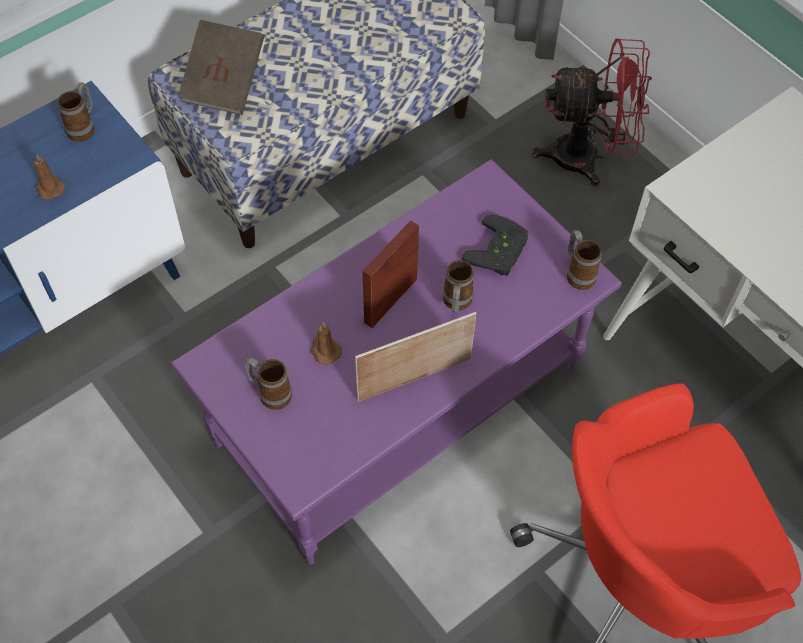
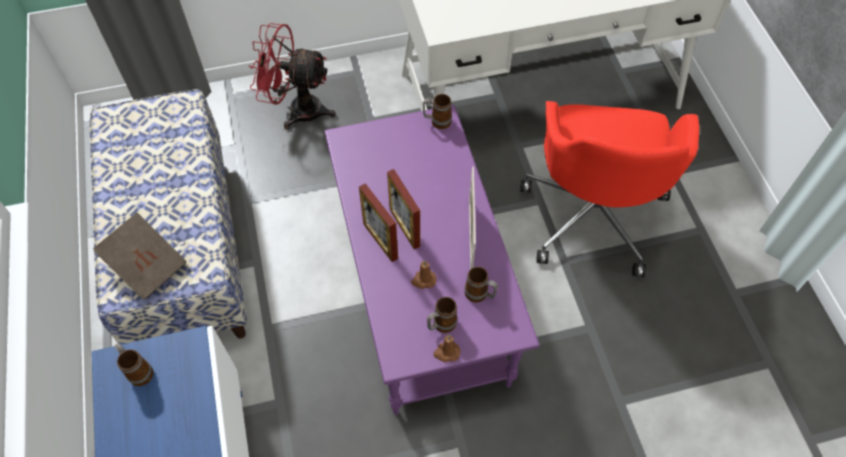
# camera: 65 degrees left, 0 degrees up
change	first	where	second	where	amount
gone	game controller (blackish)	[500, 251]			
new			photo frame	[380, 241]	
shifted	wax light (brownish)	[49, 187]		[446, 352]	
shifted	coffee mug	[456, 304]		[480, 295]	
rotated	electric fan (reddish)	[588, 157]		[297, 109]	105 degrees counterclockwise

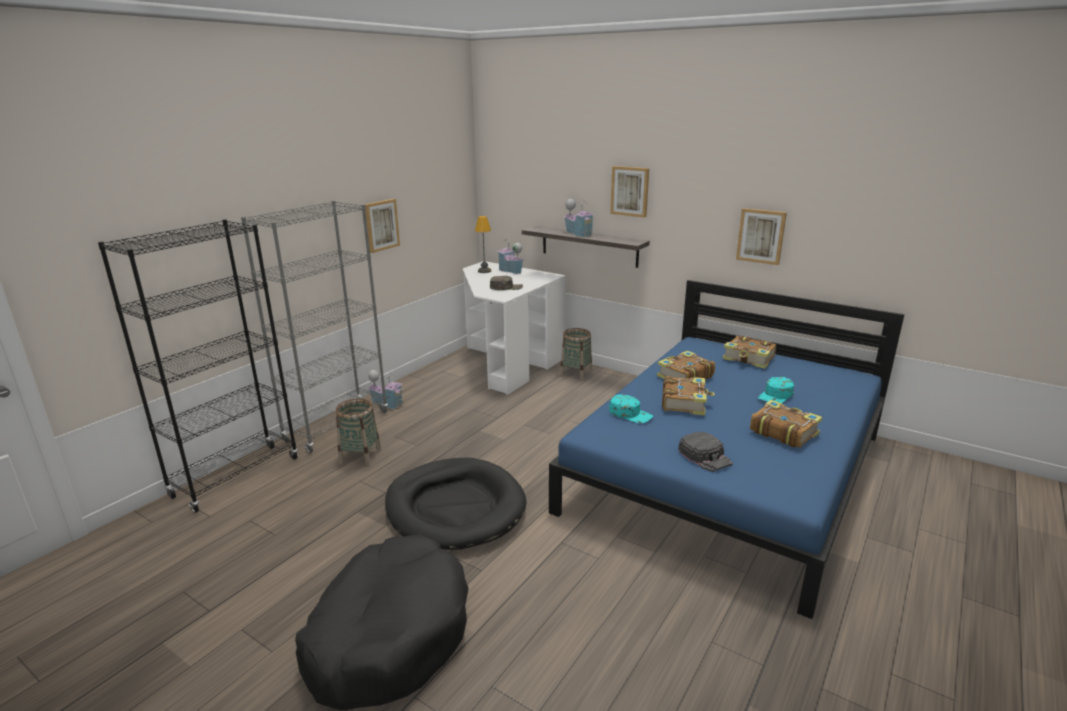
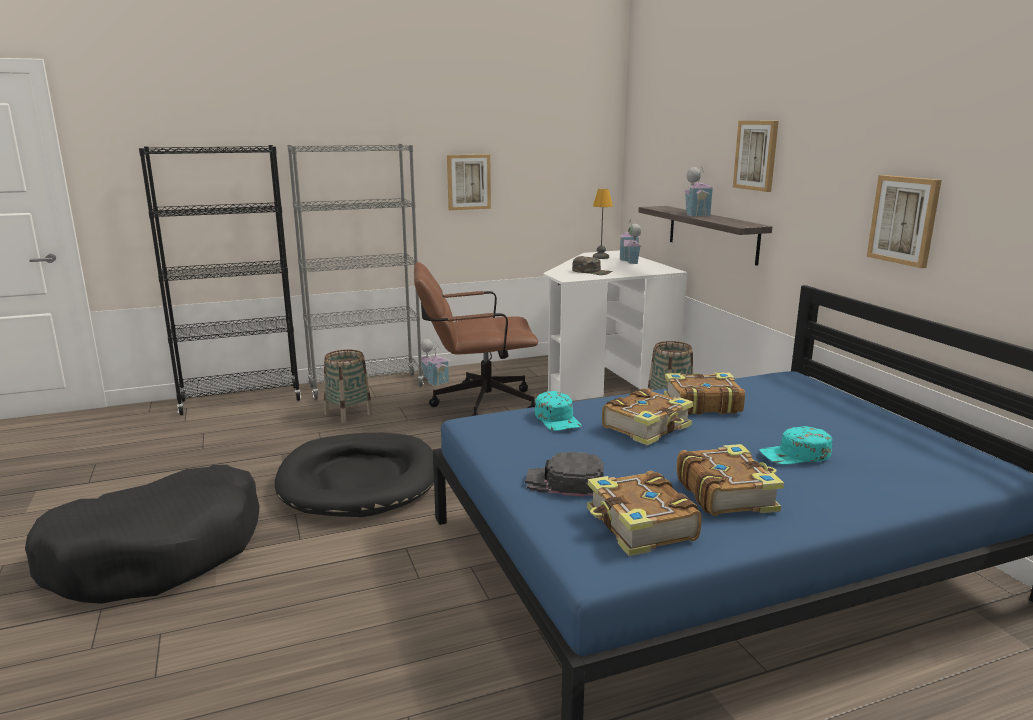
# camera: 35 degrees right, 5 degrees down
change	first	where	second	where	amount
new			desk chair (brownish)	[475, 404]	
shifted	volume	[749, 359]		[640, 526]	
rotated	peaked cap (blackish)	[705, 456]		[565, 482]	90 degrees clockwise

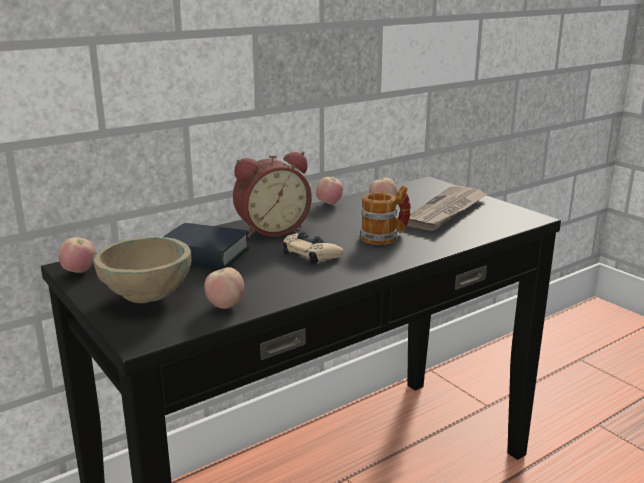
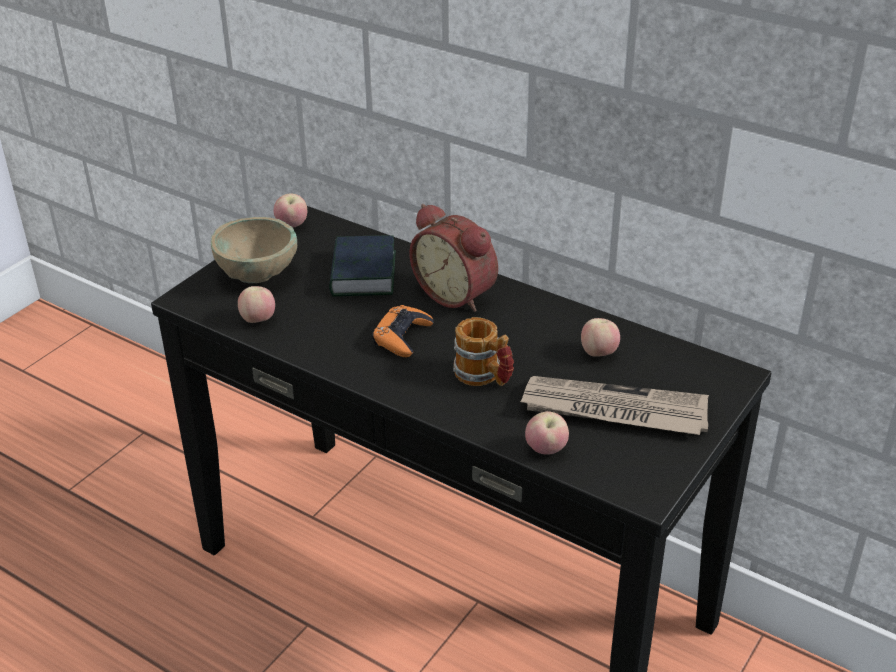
# camera: 70 degrees right, 15 degrees up
change	first	where	second	where	amount
shifted	apple	[329, 204]		[546, 450]	
repainted	game controller (sand-coloured)	[311, 254]	game controller (orangey)	[402, 337]	

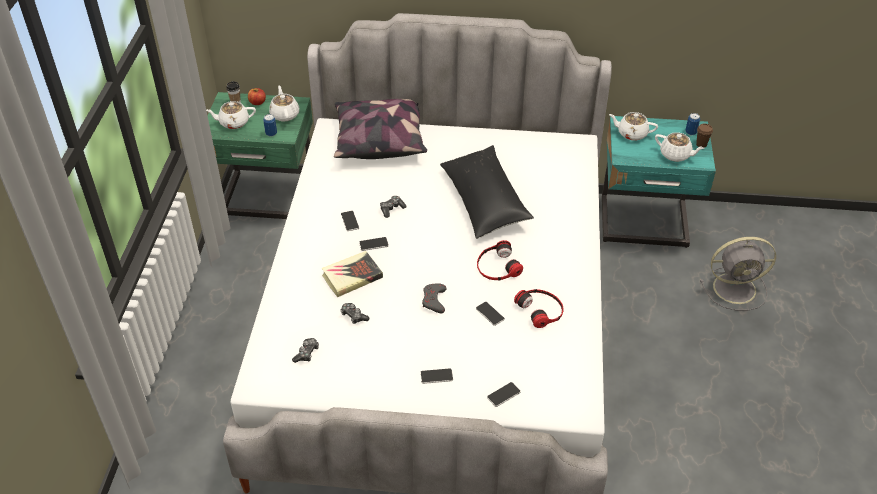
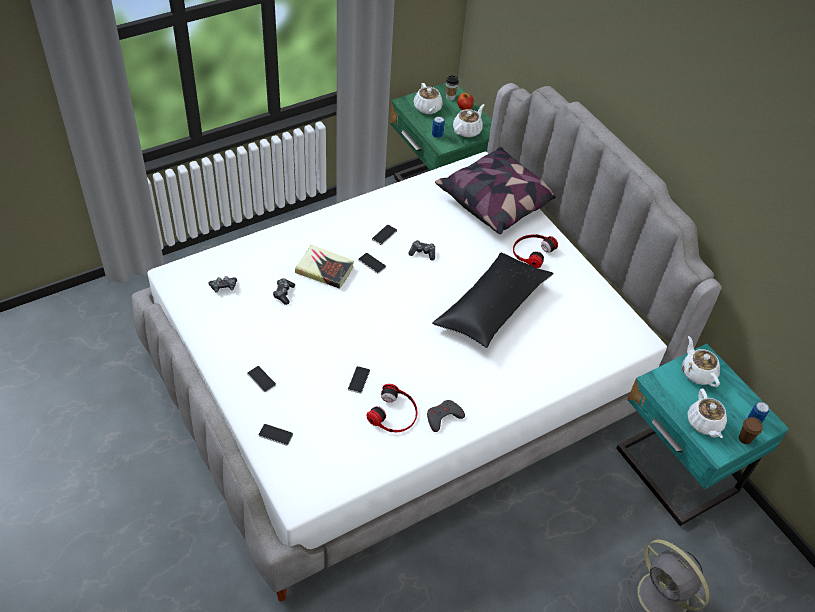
# camera: 50 degrees right, 5 degrees up
change	first	where	second	where	amount
shifted	game controller (gray)	[434, 300]		[443, 417]	
shifted	headset	[497, 266]		[532, 252]	
rotated	pot for tea (white)	[233, 123]		[427, 108]	150 degrees counterclockwise

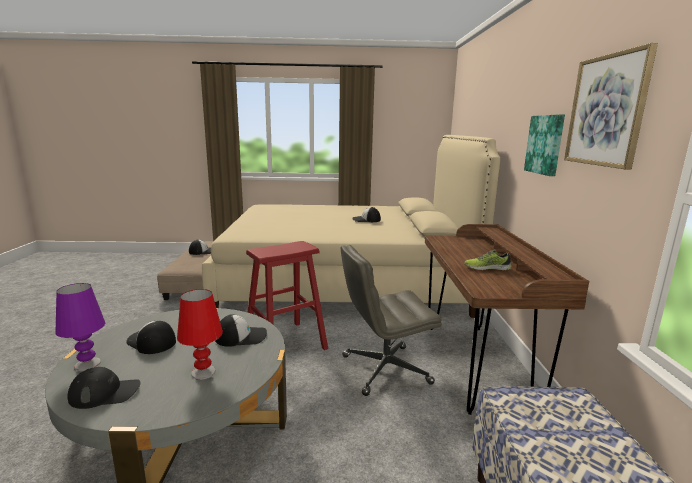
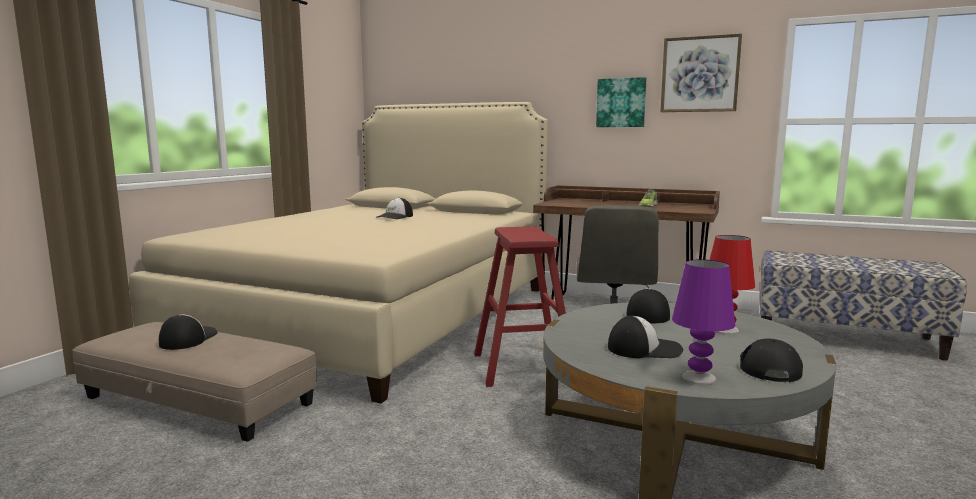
# camera: 65 degrees left, 5 degrees down
change	first	where	second	where	amount
rotated	peaked cap	[151, 342]		[644, 349]	150 degrees counterclockwise

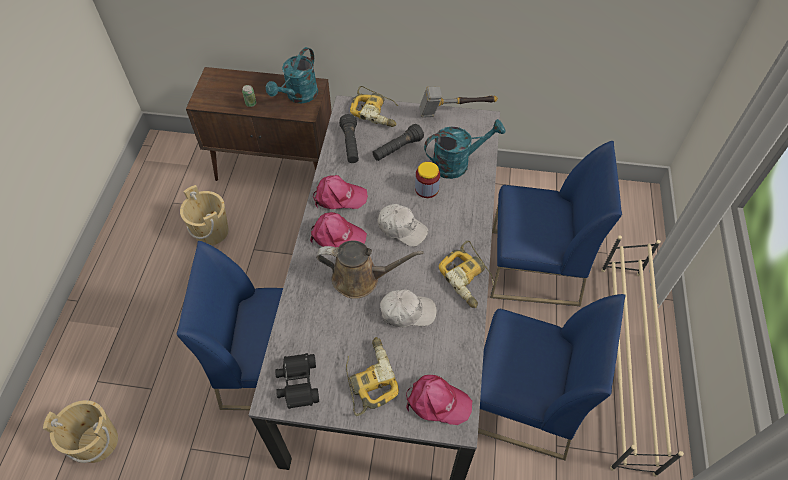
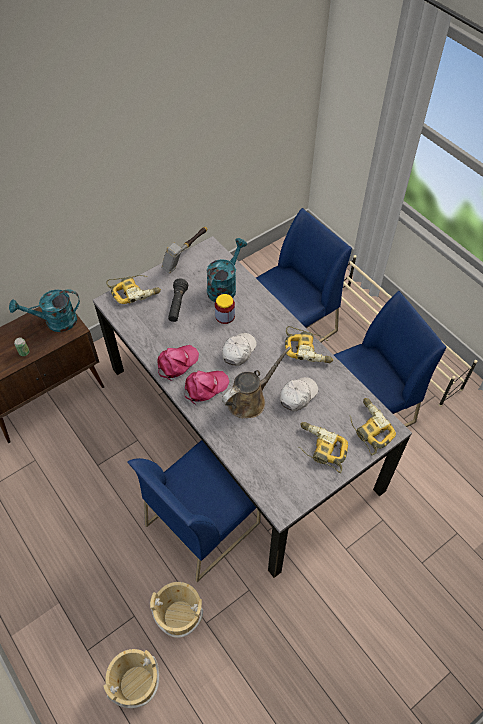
# camera: 45 degrees left, 0 degrees up
change	first	where	second	where	amount
gone	field glasses (blackish)	[298, 383]			
gone	torch (blackish)	[350, 145]			
shifted	pail (sand-coloured)	[211, 231]		[180, 617]	
swapped	peaked cap (pinkish)	[437, 402]	electric drill	[368, 428]	
rotated	watering pot (turquoise)	[298, 96]		[55, 322]	90 degrees clockwise
rotated	peaked cap (white)	[402, 228]		[238, 351]	45 degrees counterclockwise

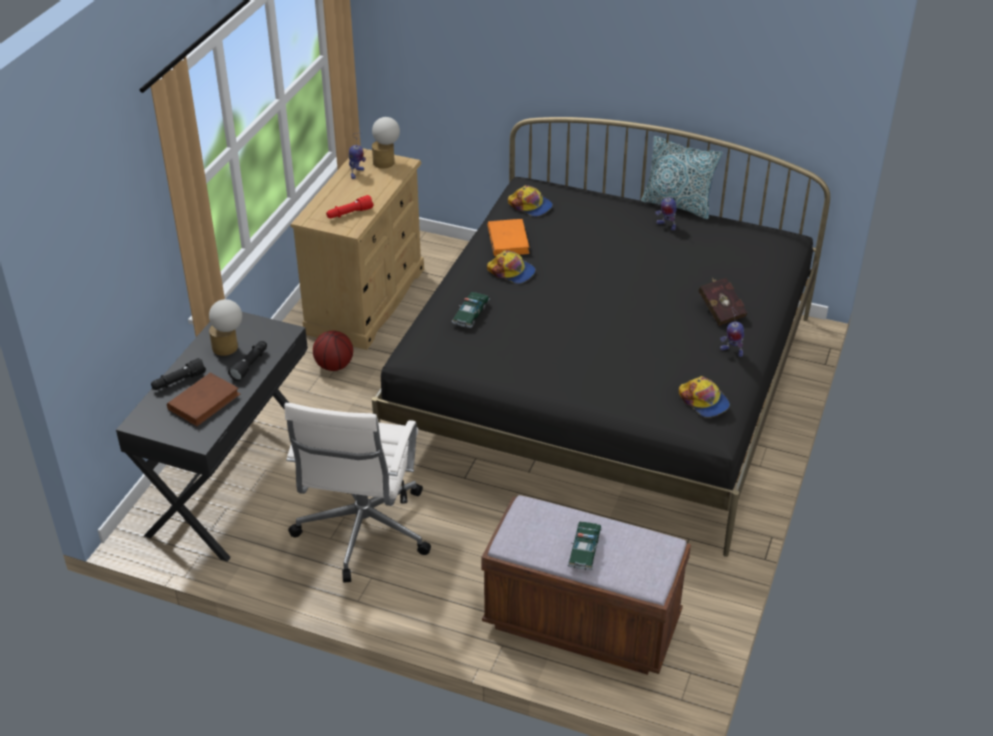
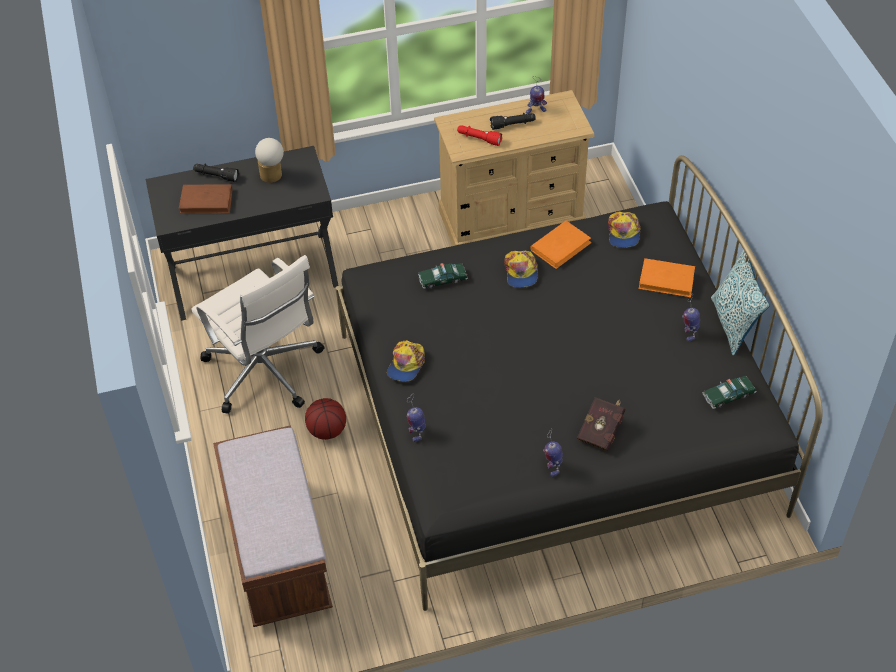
# camera: 55 degrees right, 10 degrees up
change	first	where	second	where	amount
gone	tabletop lamp	[386, 161]			
new			toy robot	[417, 431]	
new			volume (orangey)	[667, 280]	
shifted	torch (blackish)	[250, 365]		[513, 125]	
shifted	ball for basketball	[334, 365]		[327, 430]	
shifted	model car	[584, 550]		[728, 395]	
shifted	peaked cap	[704, 401]		[406, 364]	
rotated	desk chair (white)	[362, 532]		[265, 373]	105 degrees counterclockwise

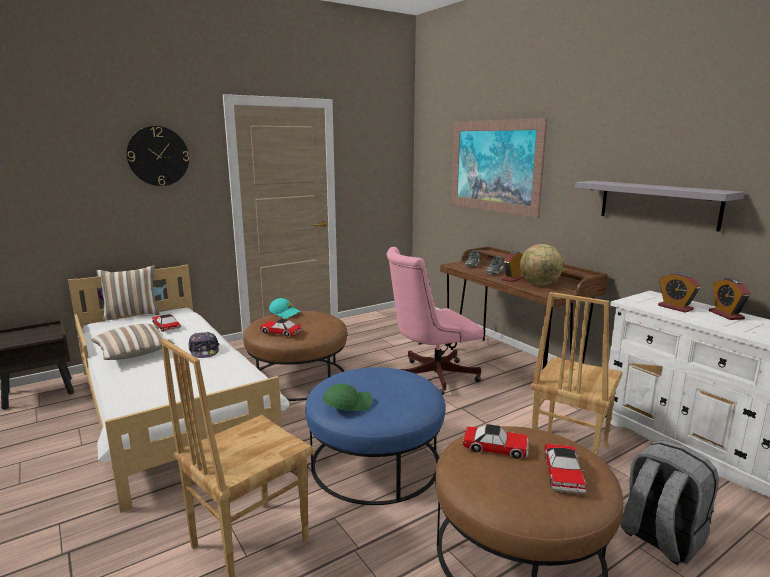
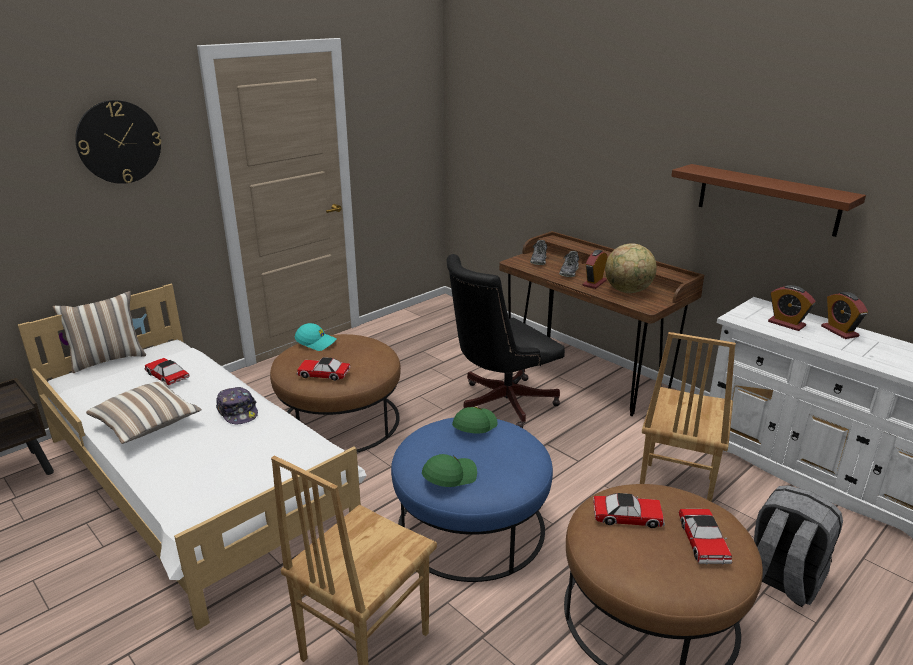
# camera: 10 degrees left, 10 degrees up
change	first	where	second	where	amount
gone	picture	[494, 166]			
new			peaked cap (green)	[474, 426]	
repainted	desk chair (pinkish)	[430, 376]	desk chair (blackish)	[500, 403]	
repainted	bracket shelf (gray)	[658, 204]	bracket shelf (brownish)	[767, 199]	

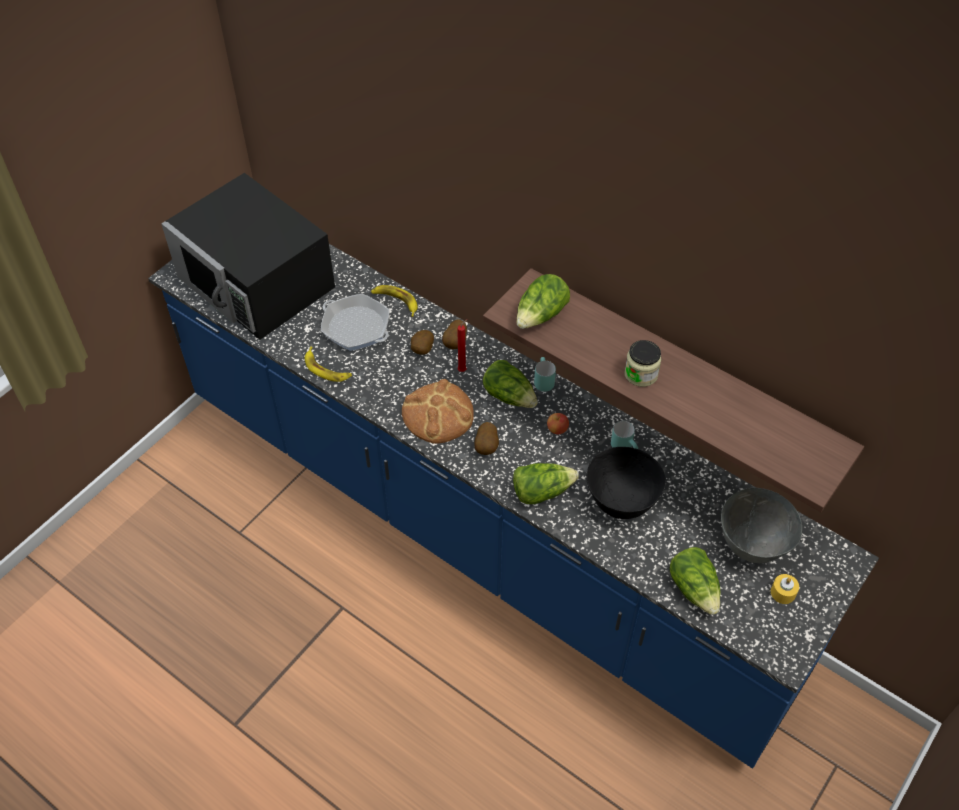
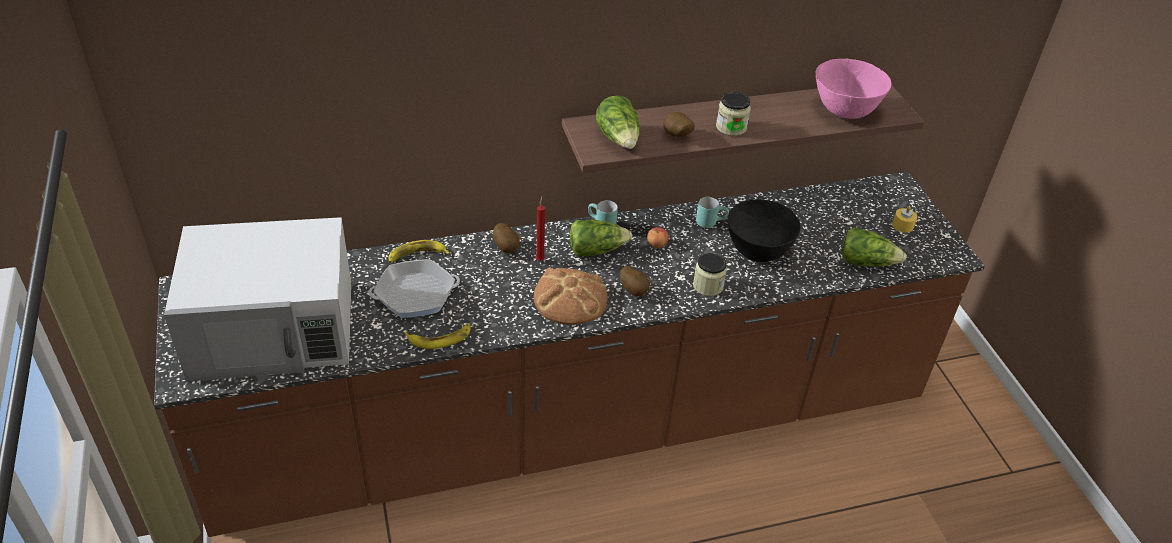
# camera: 55 degrees left, 10 degrees down
change	first	where	second	where	amount
gone	deep dish (gray)	[752, 544]			
new			deep dish (pinkish)	[845, 111]	
shifted	potato	[421, 350]		[676, 136]	
swapped	lettuce	[541, 491]	storage jar	[708, 286]	
repainted	counter (blue-coloured)	[479, 530]	counter (brownish)	[576, 428]	
repainted	microwave oven (blackish)	[257, 282]	microwave oven (white)	[274, 328]	

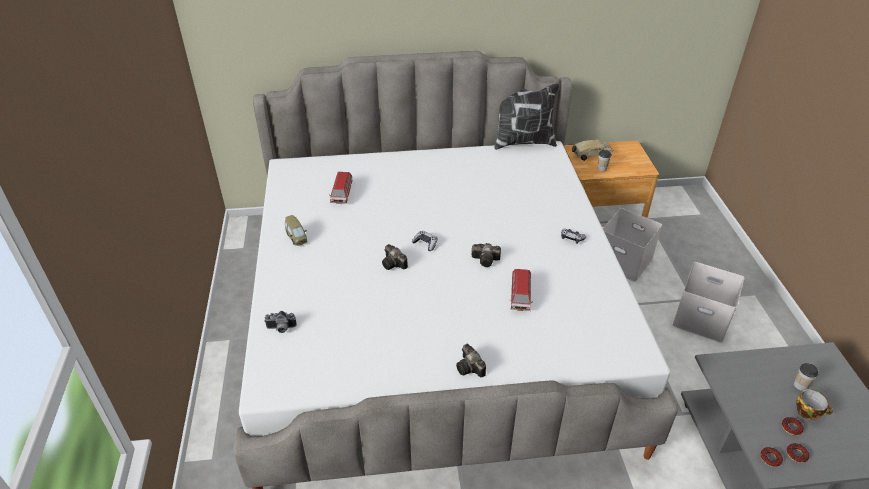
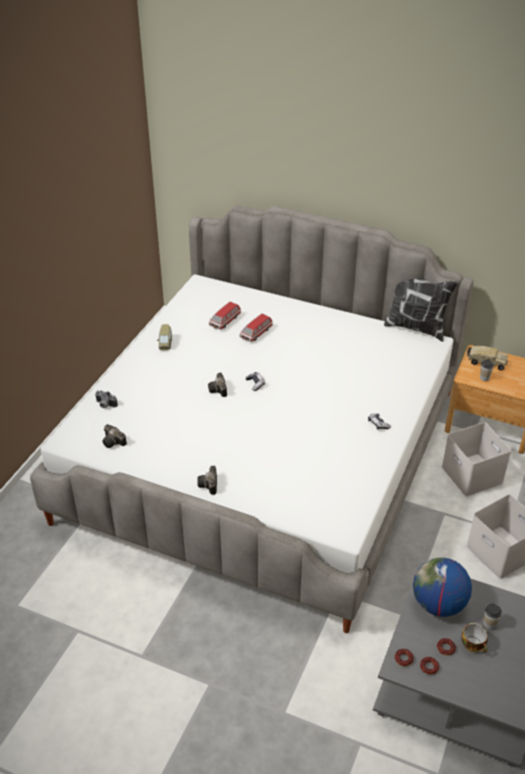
# camera: 30 degrees right, 0 degrees up
change	first	where	second	where	amount
new			world globe	[438, 604]	
shifted	still camera	[487, 260]		[114, 442]	
shifted	model car	[520, 296]		[256, 333]	

